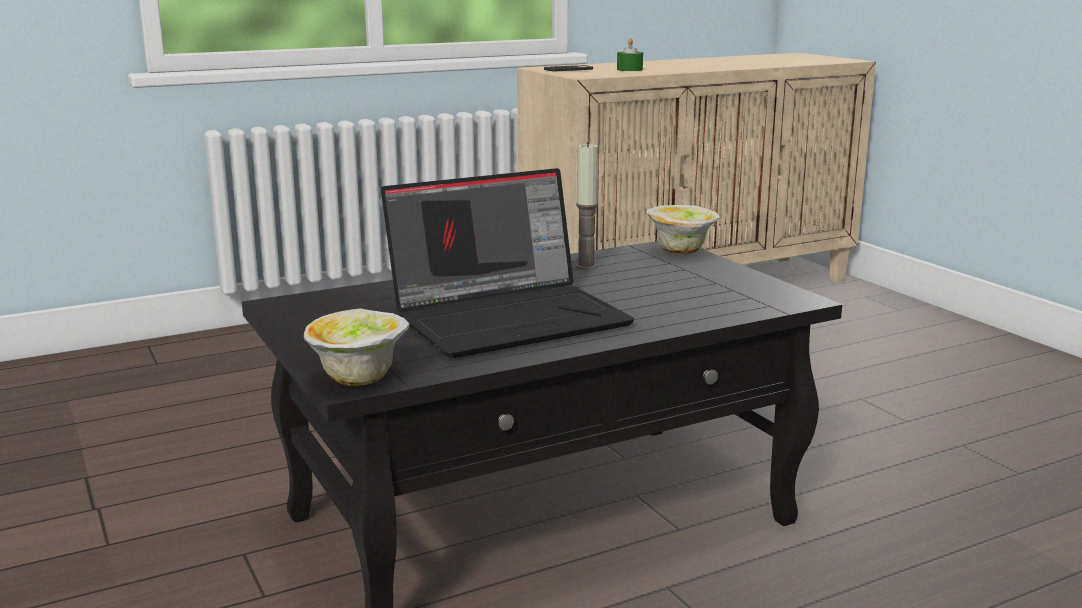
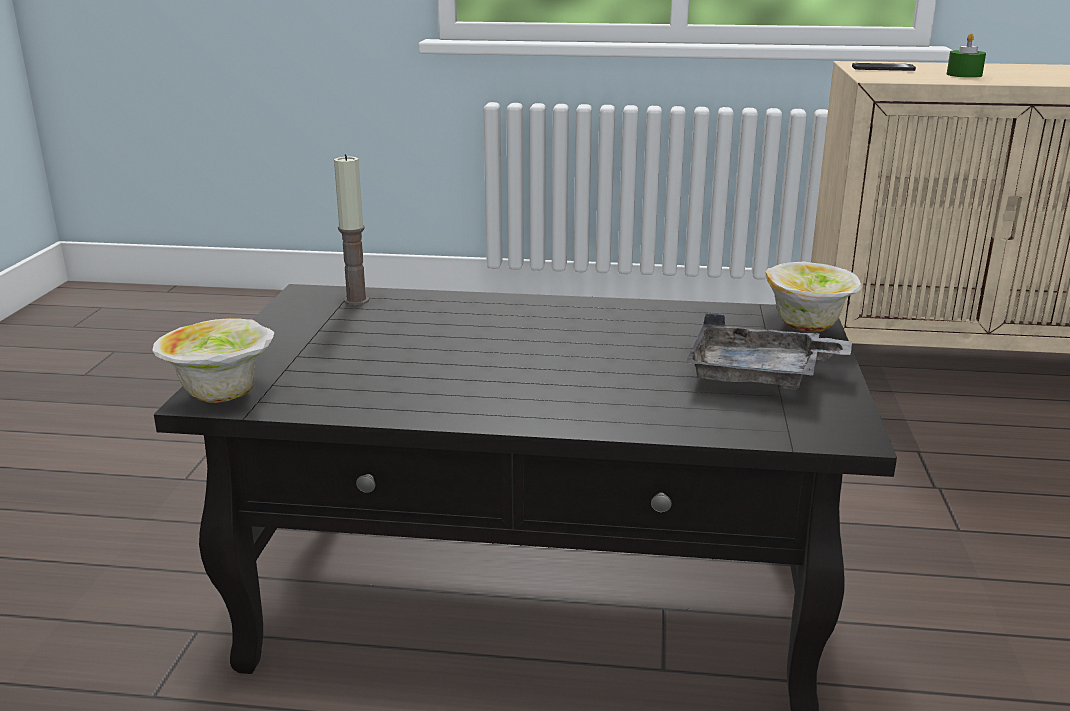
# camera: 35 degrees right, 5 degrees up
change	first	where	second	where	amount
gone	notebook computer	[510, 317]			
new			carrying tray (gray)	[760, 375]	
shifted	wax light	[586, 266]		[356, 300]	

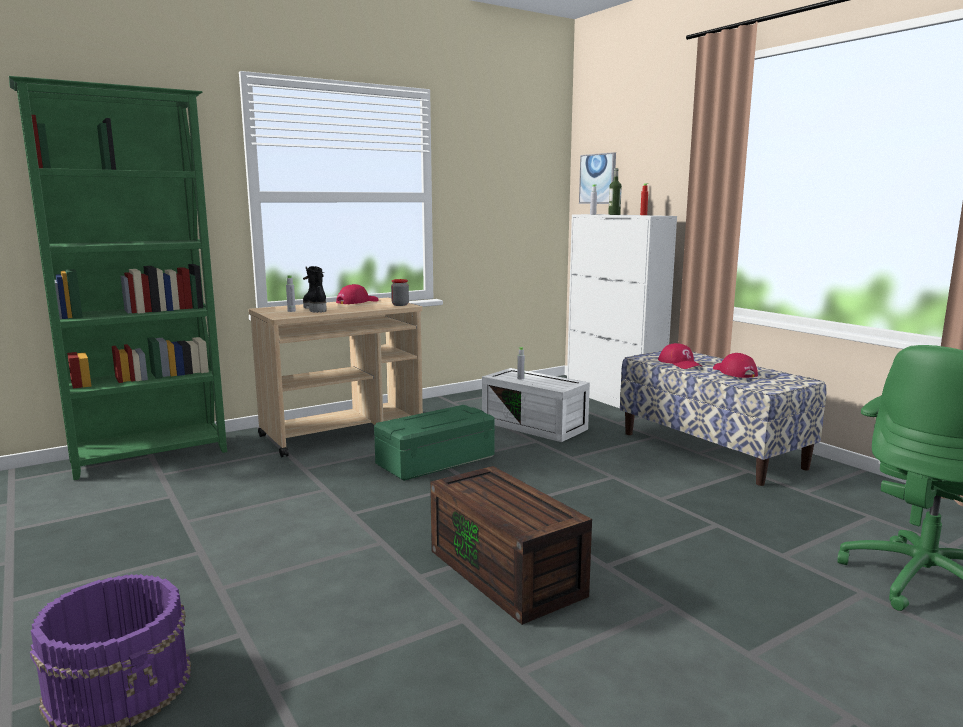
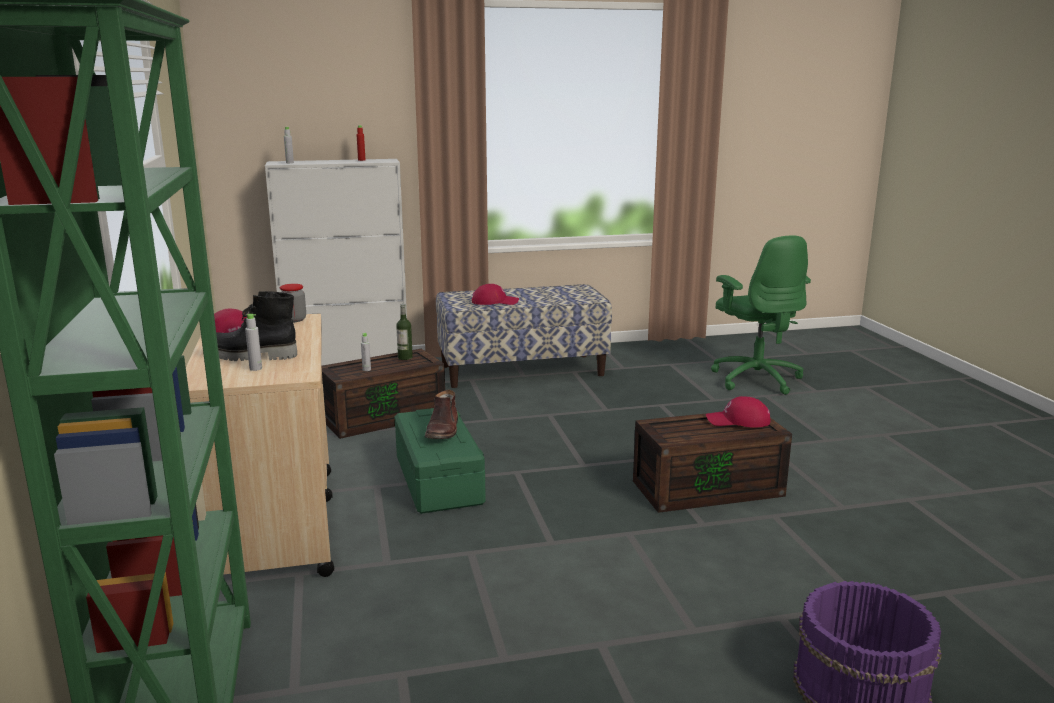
# camera: 70 degrees left, 5 degrees up
change	first	where	second	where	amount
gone	picture	[598, 179]			
new			tall boot (brownish)	[443, 430]	
shifted	beverage bottle	[614, 214]		[405, 357]	
shifted	peaked cap (reddish)	[734, 372]		[738, 421]	
repainted	storage container (white)	[536, 425]	storage container (brownish)	[384, 416]	

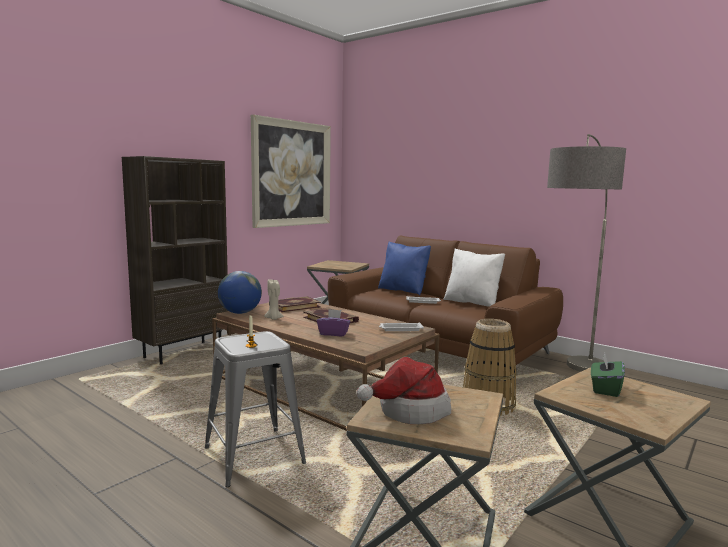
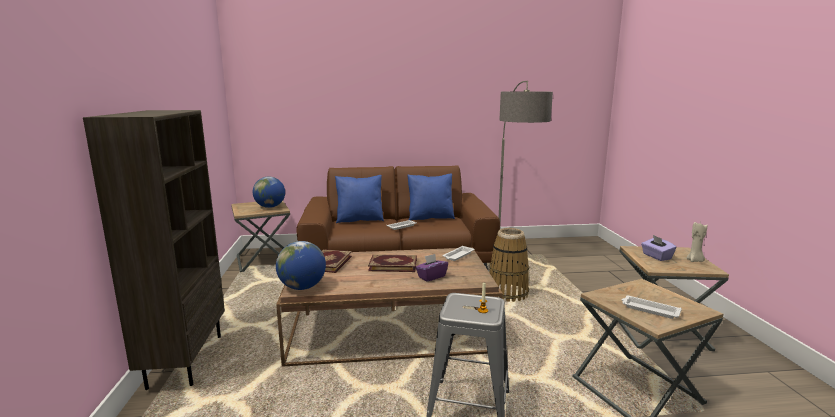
# camera: 45 degrees left, 5 degrees up
change	first	where	second	where	amount
gone	picture	[292, 174]			
new			world globe	[270, 207]	
shifted	wax light (sand-coloured)	[273, 318]		[694, 261]	
swapped	clothing hat	[408, 410]	carrying tray (white)	[649, 310]	
repainted	throw pillow (white)	[472, 302]	throw pillow (blue-coloured)	[430, 217]	
repainted	box of tissues (green)	[605, 389]	box of tissues (purple)	[656, 256]	

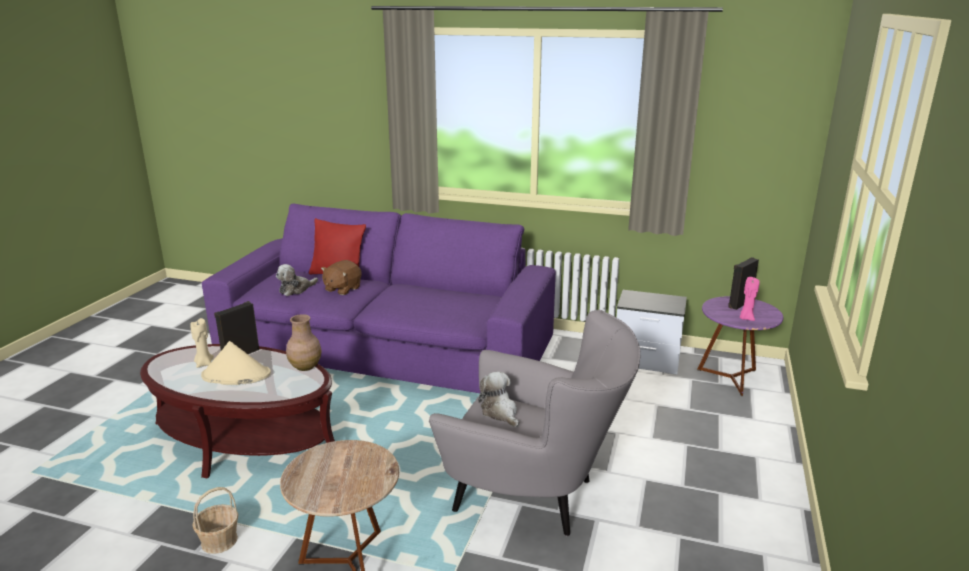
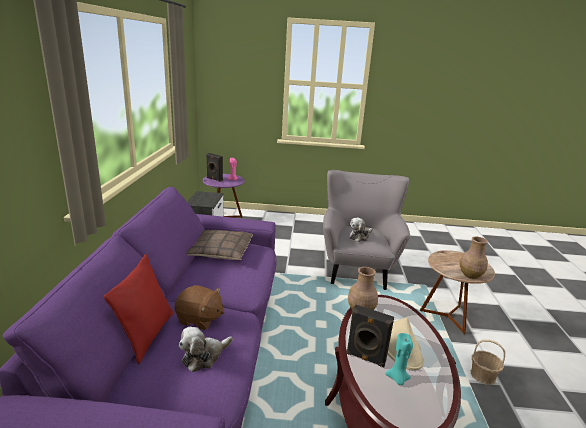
# camera: 105 degrees left, 0 degrees up
change	first	where	second	where	amount
new			throw pillow	[220, 251]	
new			vase (brownish)	[471, 275]	
repainted	wax light (sand-coloured)	[204, 363]	wax light (turquoise)	[397, 379]	
rotated	cuddly toy	[296, 289]		[204, 356]	105 degrees clockwise

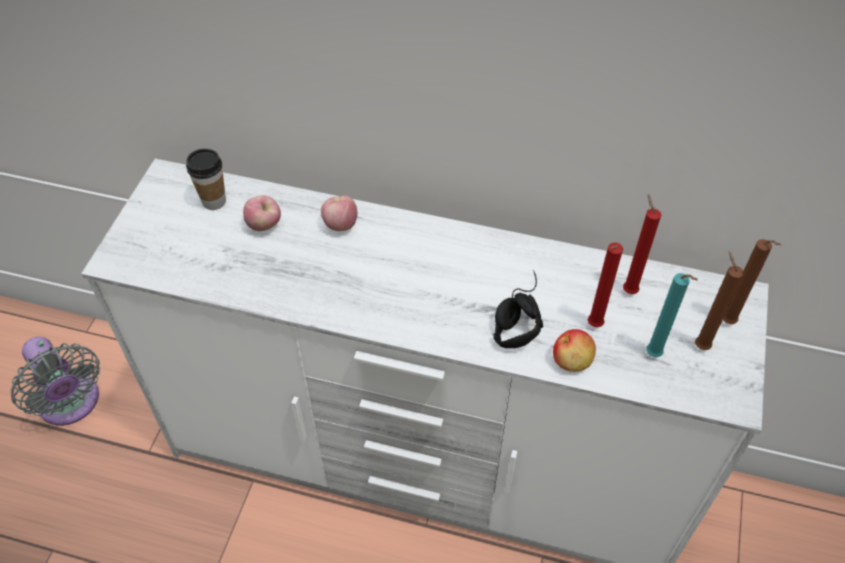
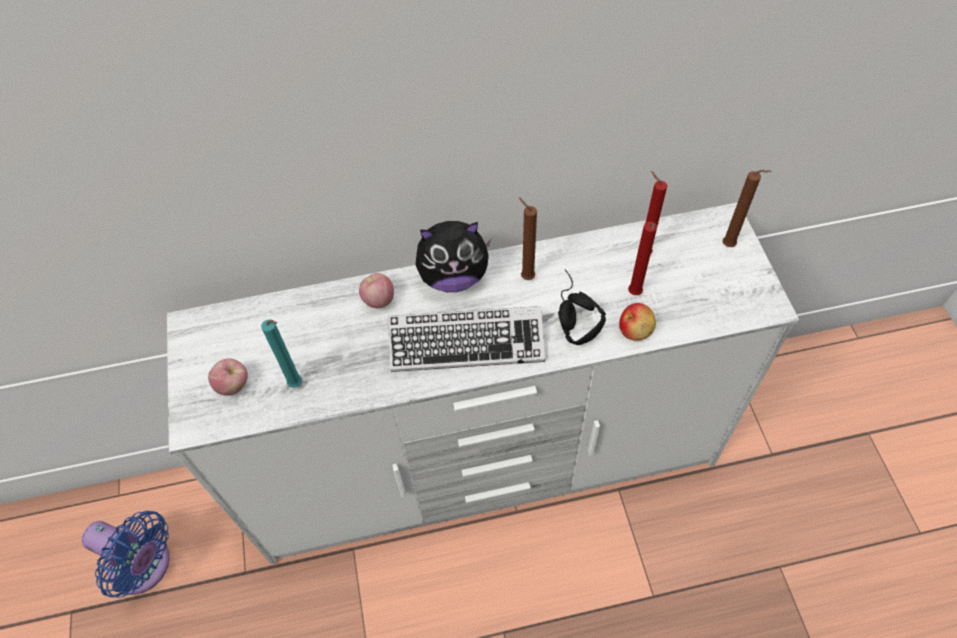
# camera: 25 degrees left, 5 degrees up
change	first	where	second	where	amount
gone	small cup	[214, 201]			
new			keyboard	[466, 343]	
new			cuddly toy	[453, 277]	
shifted	apple	[264, 225]		[233, 385]	
shifted	wax light (turquoise)	[655, 356]		[297, 385]	
shifted	wax light (brownish)	[699, 344]		[525, 276]	
repainted	electric fan (gray)	[71, 404]	electric fan (blue-coloured)	[145, 567]	

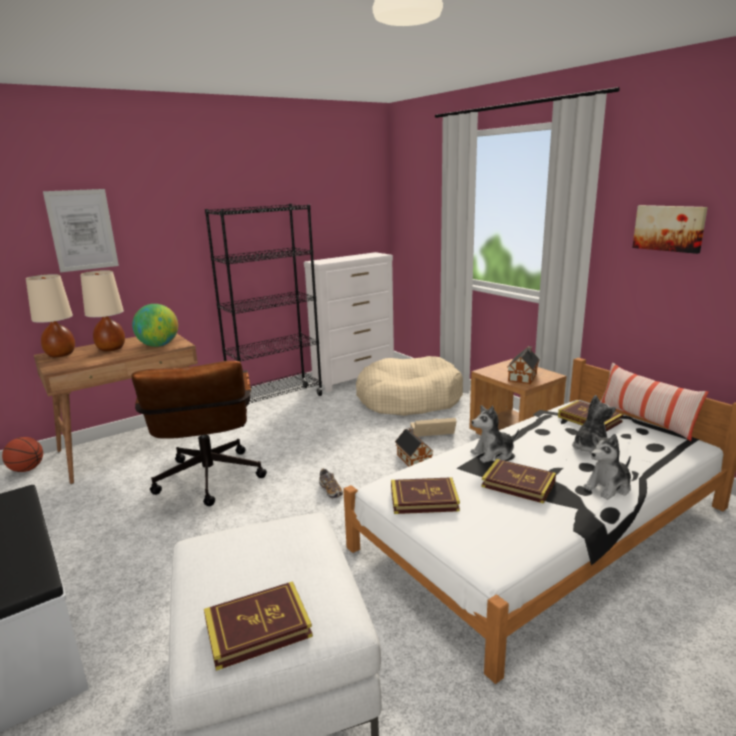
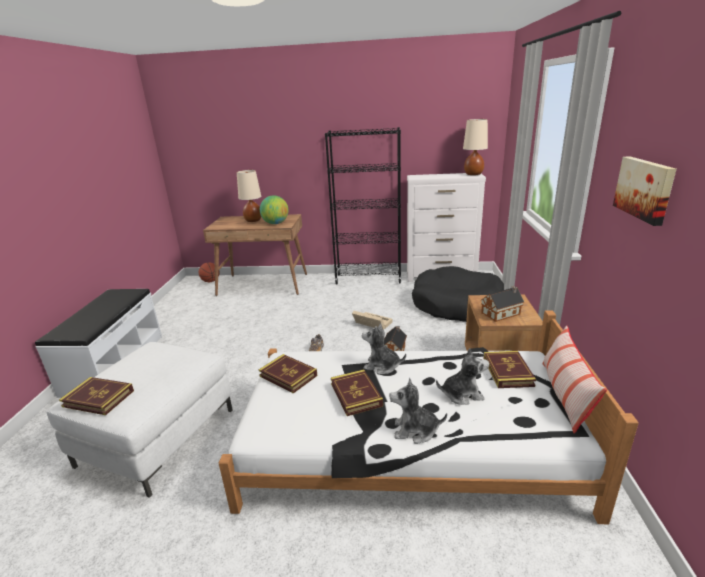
# camera: 40 degrees right, 5 degrees up
change	first	where	second	where	amount
gone	picture	[82, 230]			
gone	desk chair (brownish)	[209, 483]			
shifted	tabletop lamp (sand-coloured)	[61, 354]		[473, 174]	
shifted	storage container (sand-coloured)	[431, 432]		[371, 323]	
repainted	pet bed (sand-coloured)	[408, 399]	pet bed (blackish)	[457, 305]	

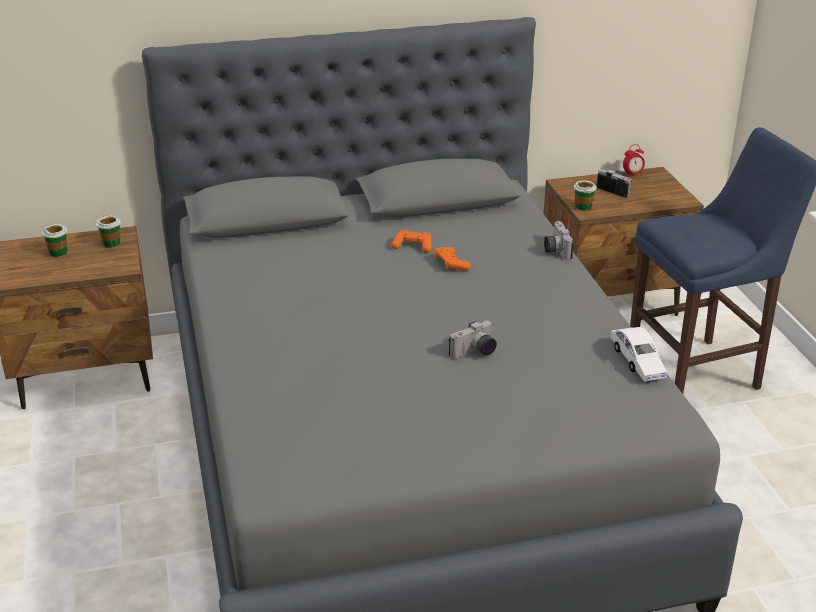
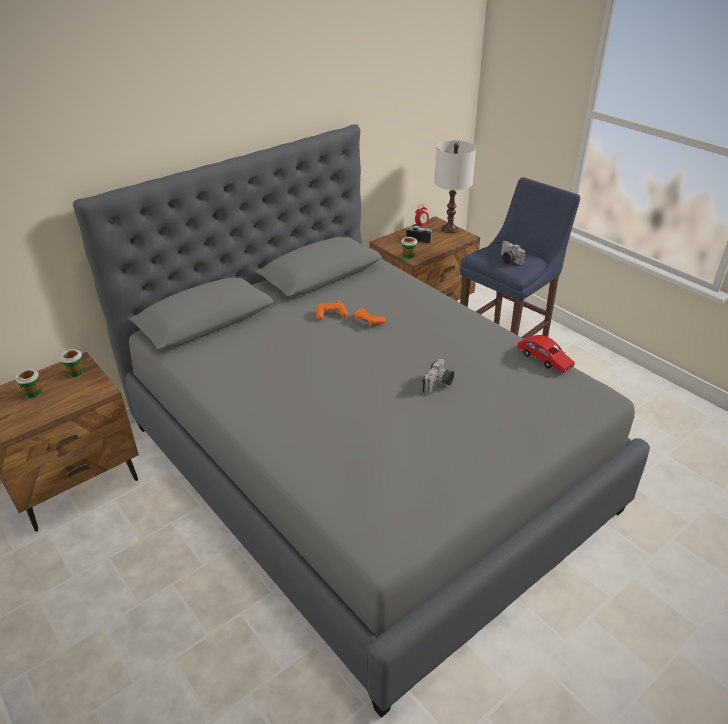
# camera: 25 degrees left, 5 degrees up
change	first	where	second	where	amount
new			tabletop lamp (white)	[450, 229]	
shifted	still camera	[555, 250]		[508, 260]	
repainted	model car (white)	[637, 361]	model car (reddish)	[544, 359]	

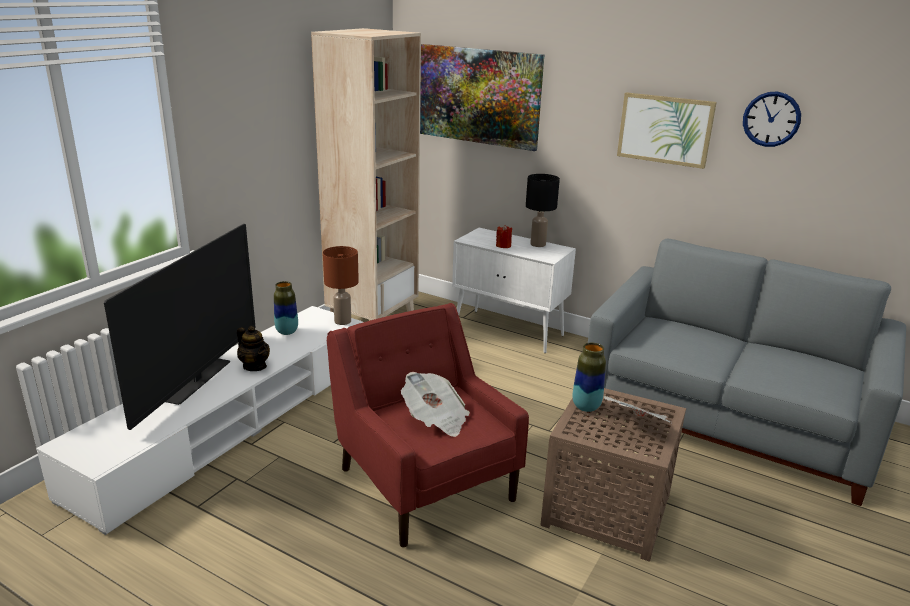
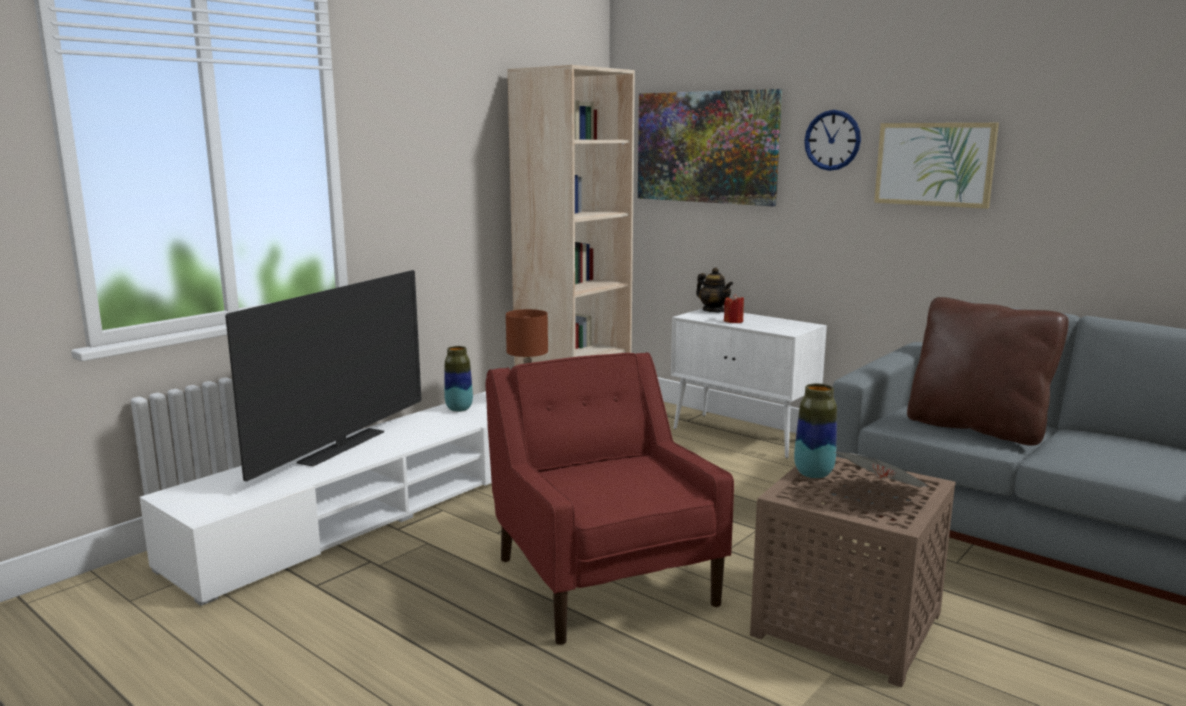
# camera: 10 degrees right, 10 degrees down
change	first	where	second	where	amount
gone	printed paper	[435, 419]			
gone	tabletop lamp (blackish)	[538, 244]			
new			throw pillow (brownish)	[976, 427]	
shifted	pot for tea	[255, 366]		[713, 311]	
shifted	wall clock	[771, 119]		[832, 140]	

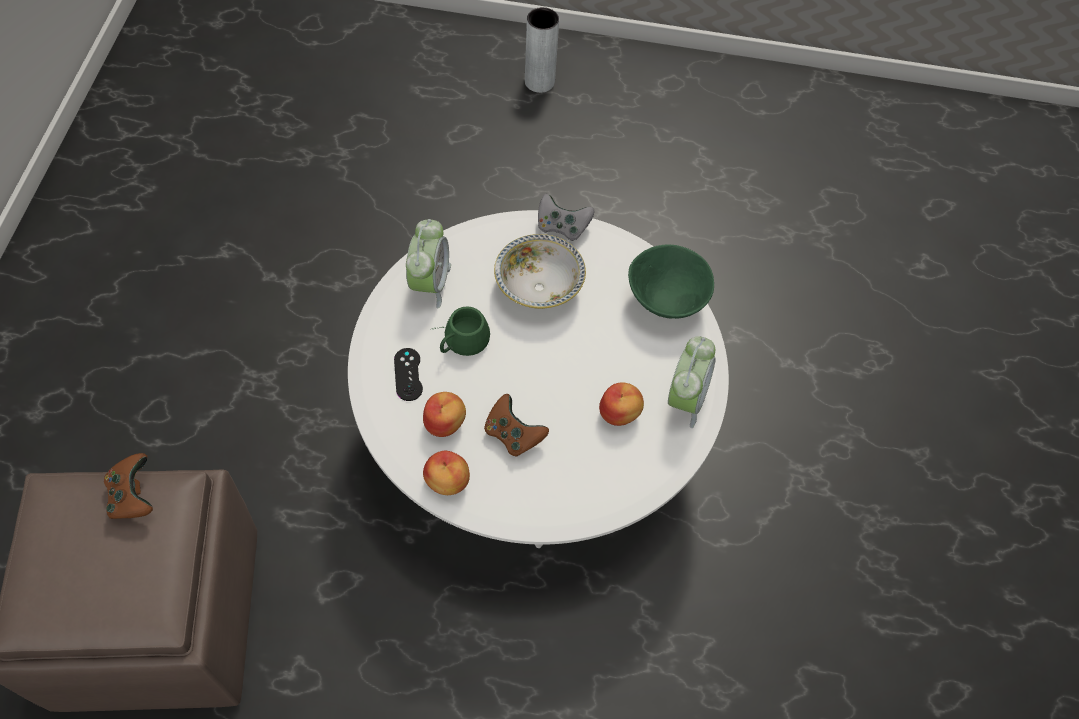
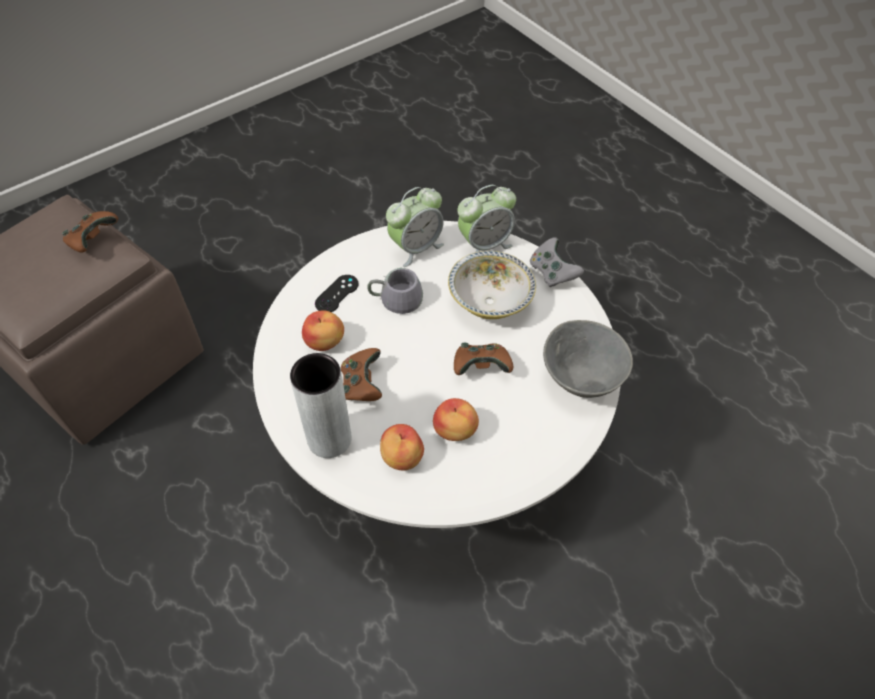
# camera: 45 degrees right, 5 degrees down
change	first	where	second	where	amount
new			game controller (brownish)	[481, 367]	
shifted	apple	[447, 482]		[401, 457]	
shifted	vase (gray)	[539, 82]		[329, 439]	
shifted	table clock	[685, 398]		[484, 244]	
repainted	coffee mug (green)	[459, 338]	coffee mug (gray)	[395, 295]	
repainted	deep dish (green)	[665, 303]	deep dish (gray)	[578, 379]	

